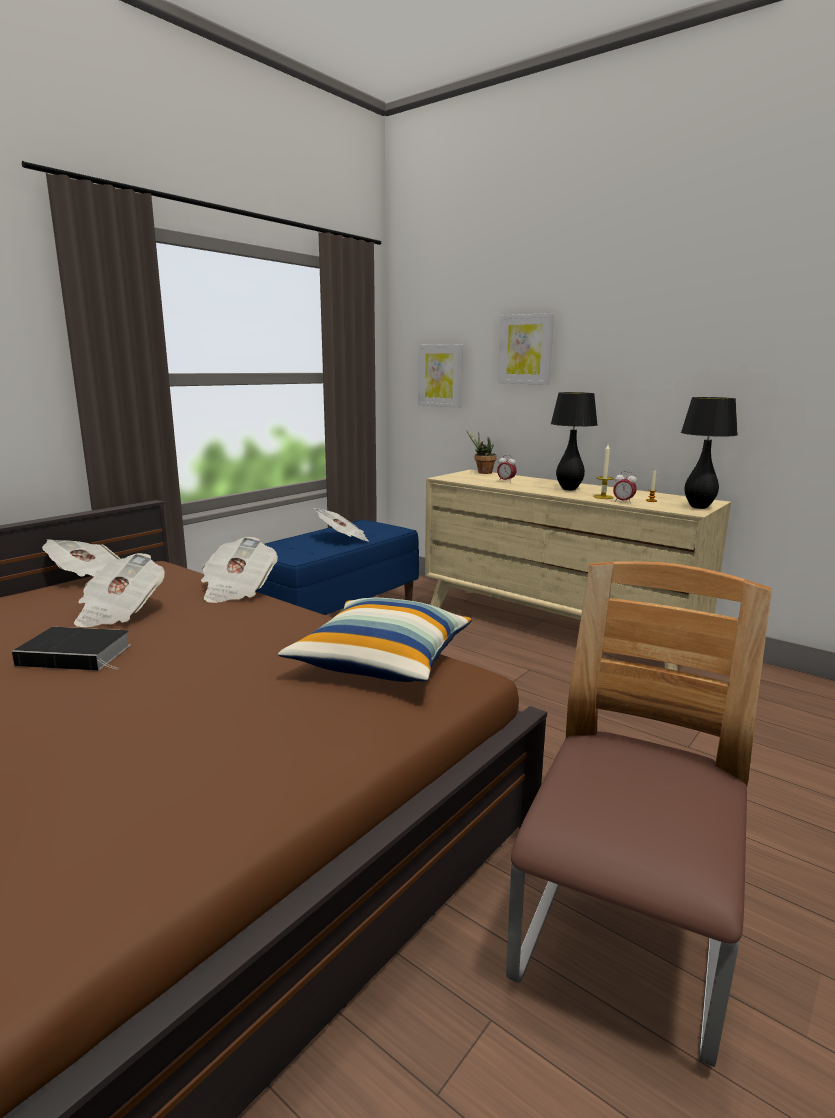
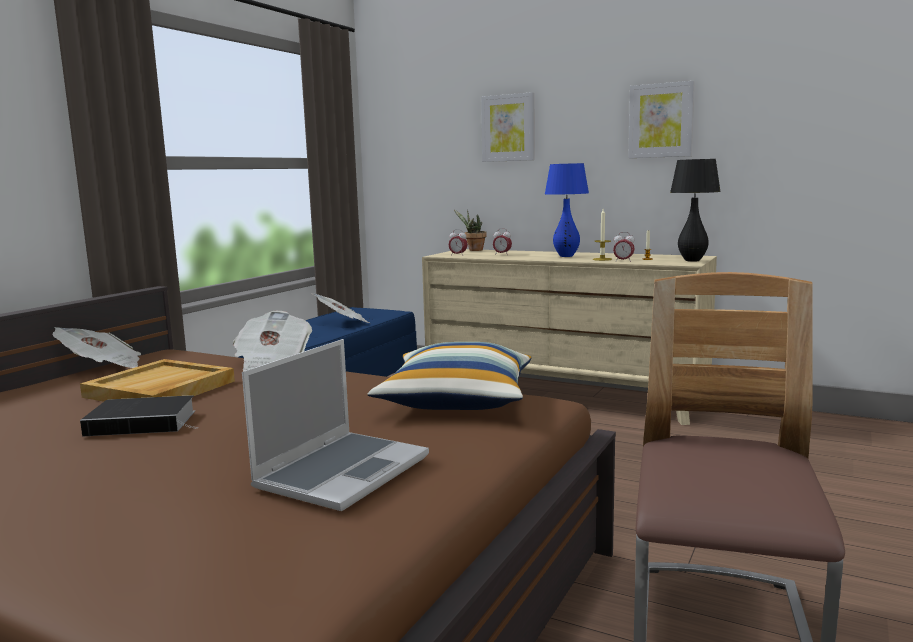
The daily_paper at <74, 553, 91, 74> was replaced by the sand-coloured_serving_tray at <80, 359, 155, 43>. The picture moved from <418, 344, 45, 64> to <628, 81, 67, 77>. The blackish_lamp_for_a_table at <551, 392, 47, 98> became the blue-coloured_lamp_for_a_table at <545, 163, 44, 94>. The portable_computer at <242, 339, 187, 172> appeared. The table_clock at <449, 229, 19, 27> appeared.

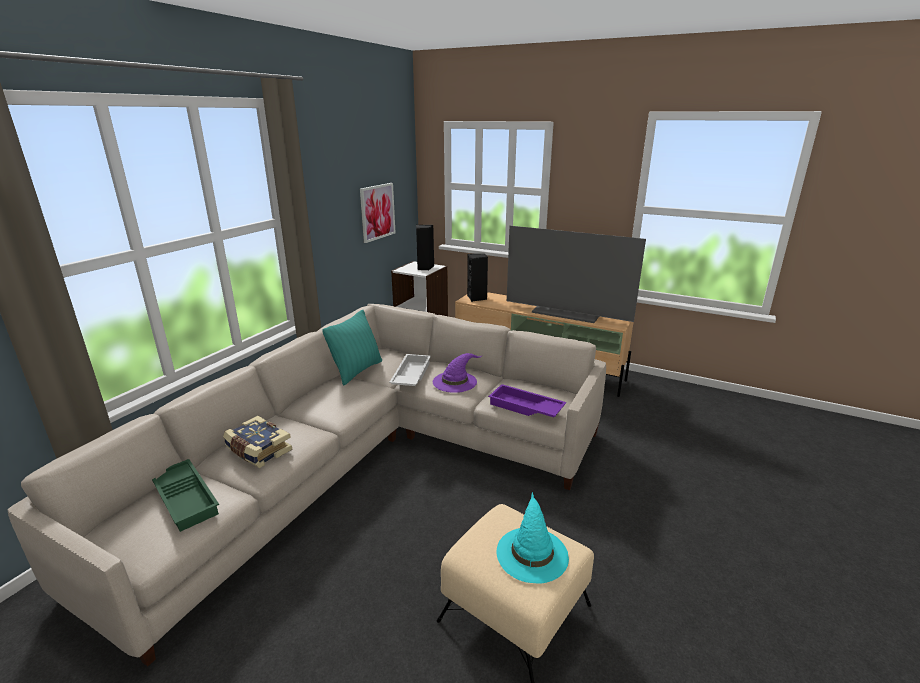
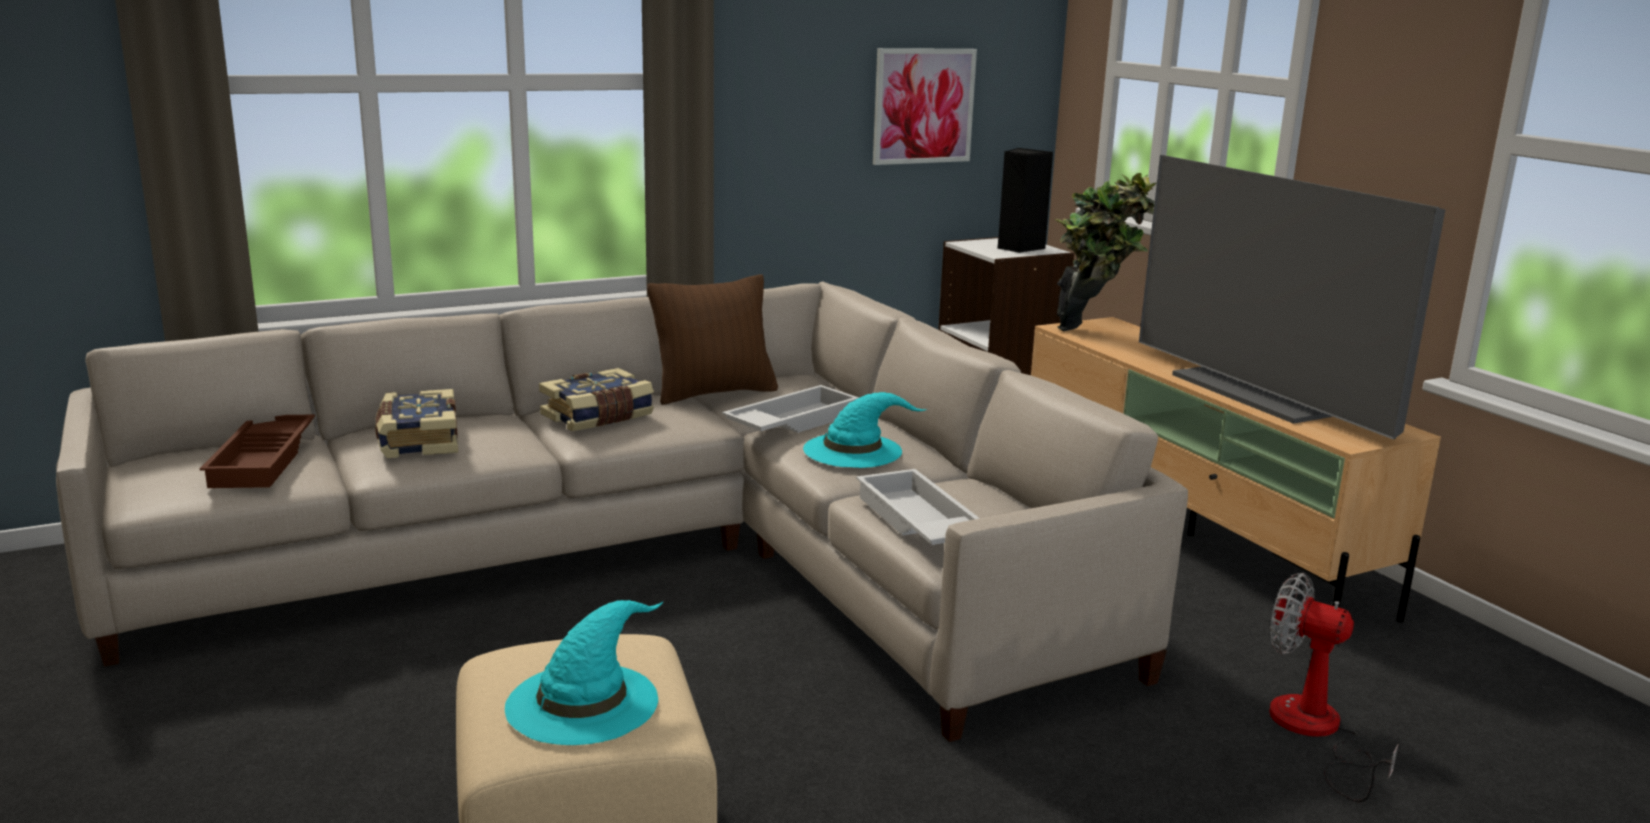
The greenish_serving_tray at <152, 459, 67, 73> became the brown-coloured_serving_tray at <200, 415, 115, 73>. The turquoise_throw_pillow at <322, 310, 60, 75> became the brown-coloured_throw_pillow at <647, 275, 131, 130>. The purplish_wearable_hat at <433, 353, 49, 40> became the turquoise_wearable_hat at <803, 392, 124, 76>. The blackish_speaker at <467, 254, 21, 48> was replaced by the potted_plant at <1055, 173, 102, 158>. The purplish_serving_tray at <488, 384, 78, 33> became the white_serving_tray at <856, 469, 124, 76>. The volume at <539, 368, 115, 63> appeared. The fan at <1269, 573, 129, 229> appeared.

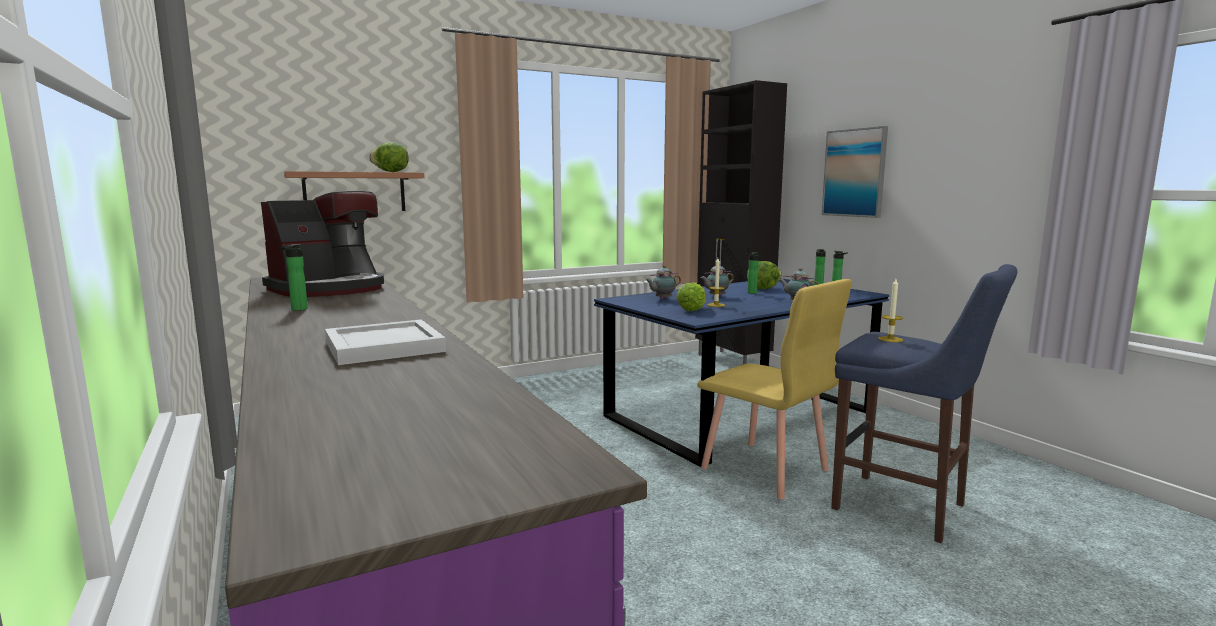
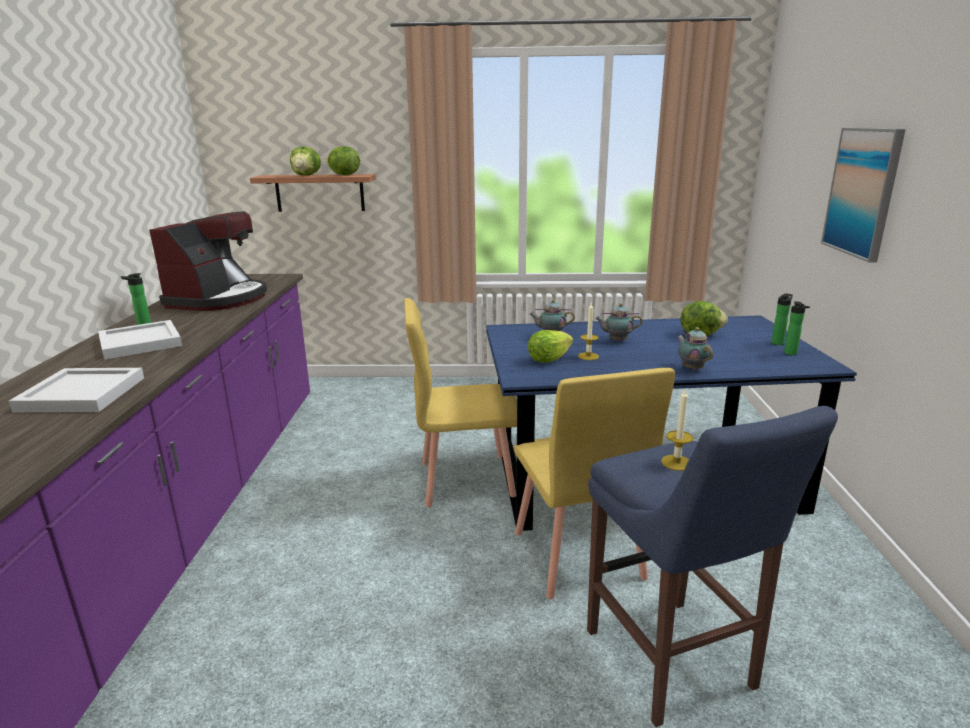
The coffee_brewer at <261, 191, 123, 106> turned 60 degrees counterclockwise. The blackish_cupboard at <695, 80, 92, 284> disappeared. The bottle at <746, 252, 13, 42> disappeared. The white_serving_tray at <98, 320, 84, 40> appeared. The head_of_lettuce at <290, 147, 31, 29> appeared. The yellow-coloured_chair at <404, 298, 113, 210> appeared.

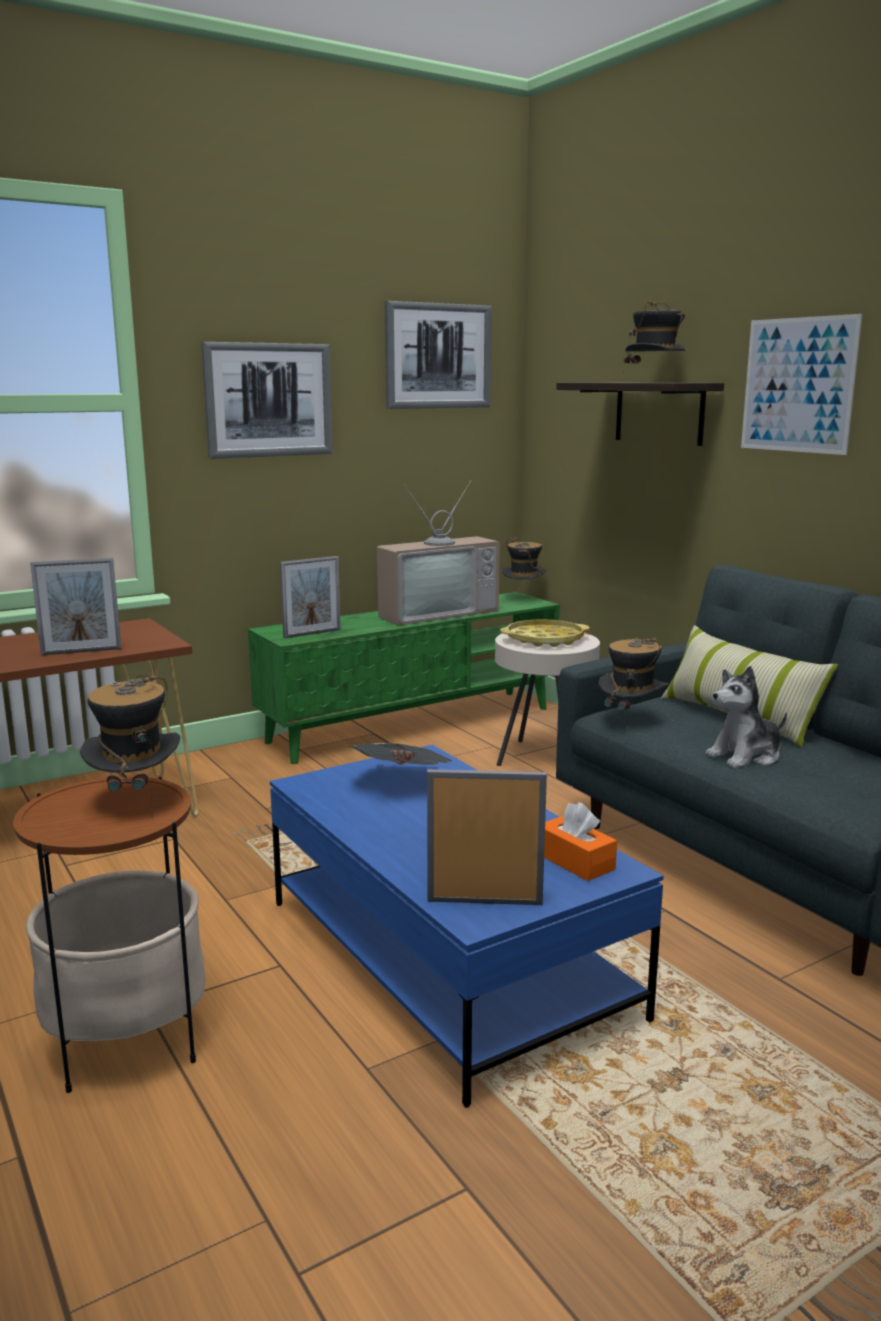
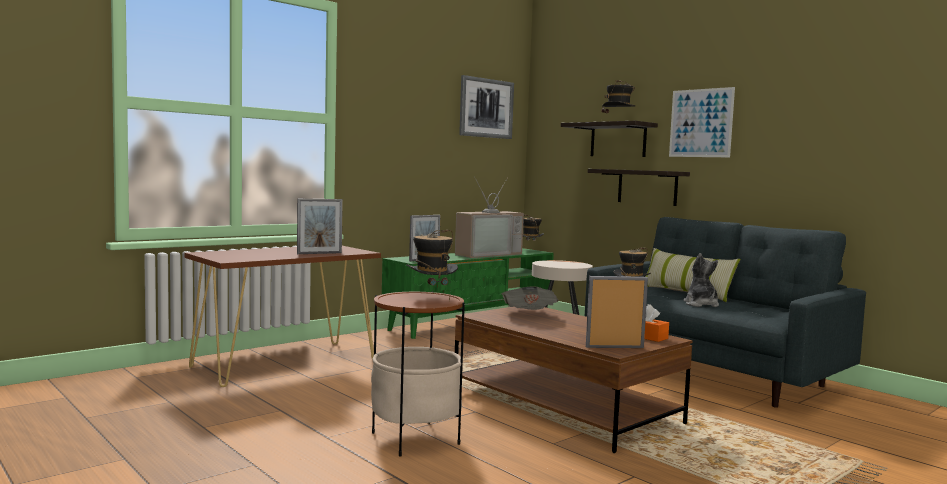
The picture at <201, 342, 132, 117> disappeared. The blue-coloured_low_table at <270, 745, 394, 363> became the brown-coloured_low_table at <455, 307, 238, 146>. The yellow-coloured_serving_tray at <500, 619, 90, 28> disappeared. The plush_toy at <706, 666, 81, 102> turned 120 degrees clockwise. The wall_shelf at <588, 169, 102, 37> appeared.

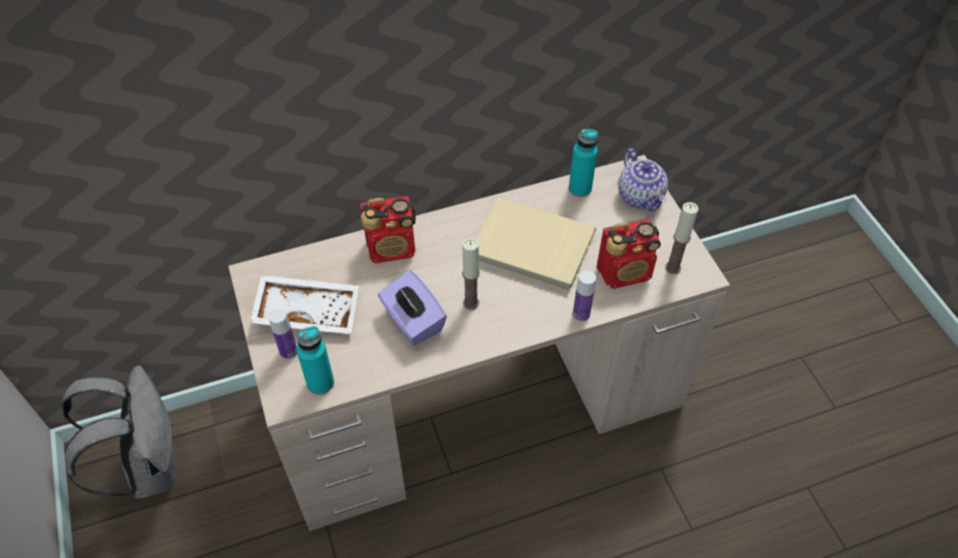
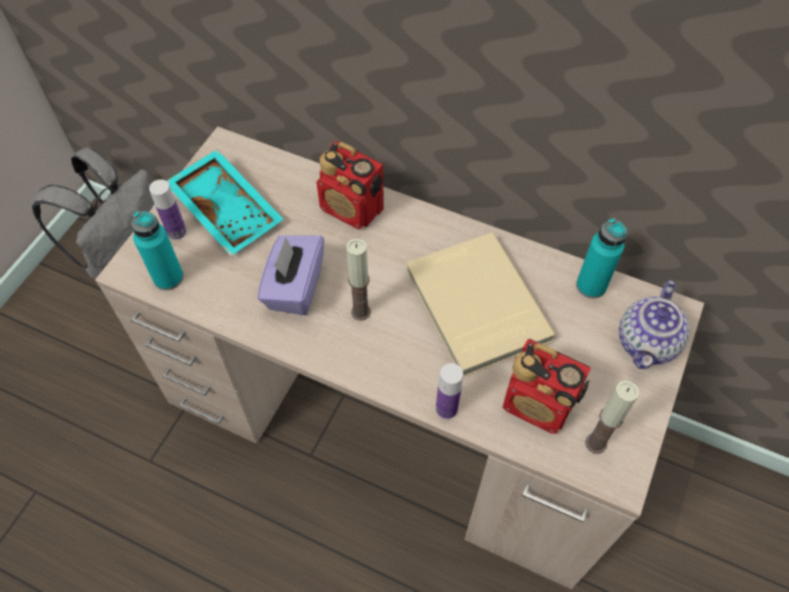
The white_serving_tray at <250, 275, 109, 59> became the turquoise_serving_tray at <167, 149, 116, 107>.

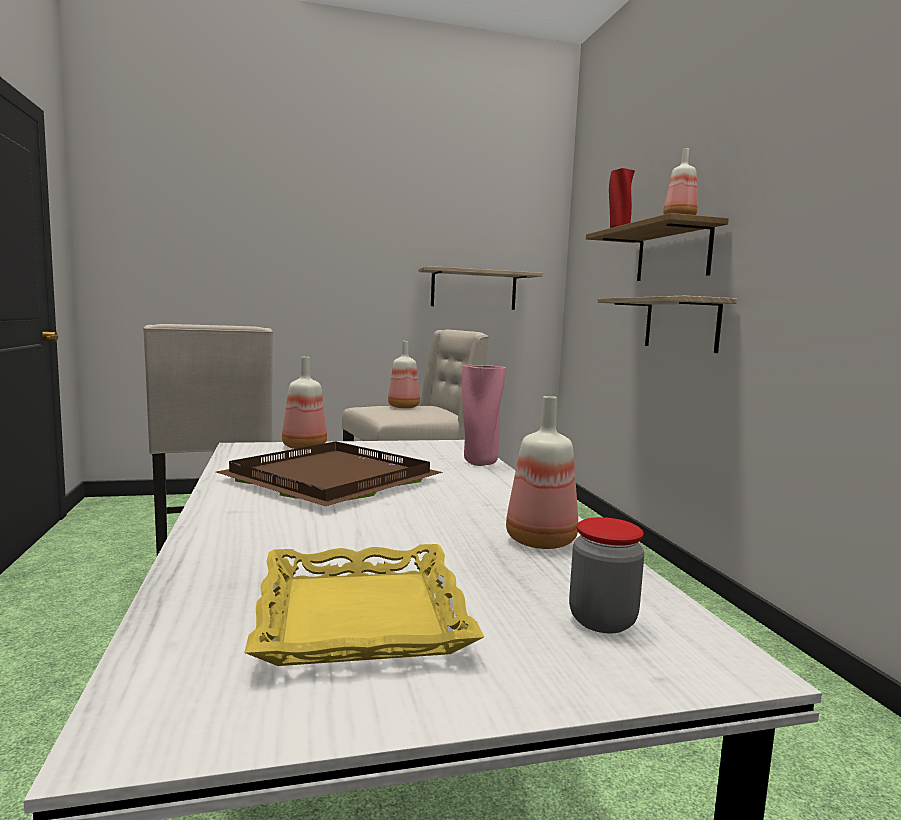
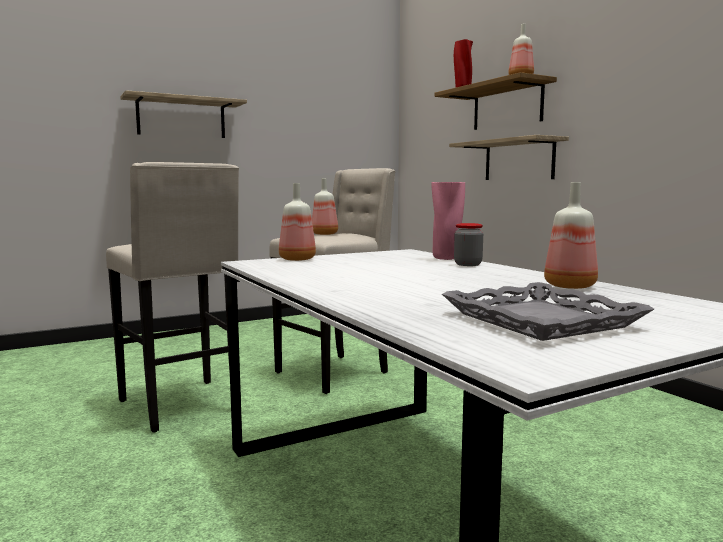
The brown-coloured_serving_tray at <216, 441, 227, 65> disappeared. The yellow-coloured_serving_tray at <244, 544, 240, 122> became the gray_serving_tray at <442, 282, 212, 59>. The wall_shelf moved from <418, 266, 125, 44> to <120, 90, 127, 48>. The storage_jar moved from <569, 517, 75, 116> to <454, 223, 29, 43>.

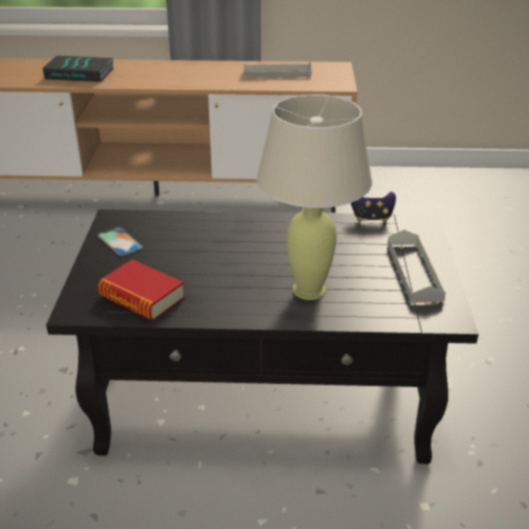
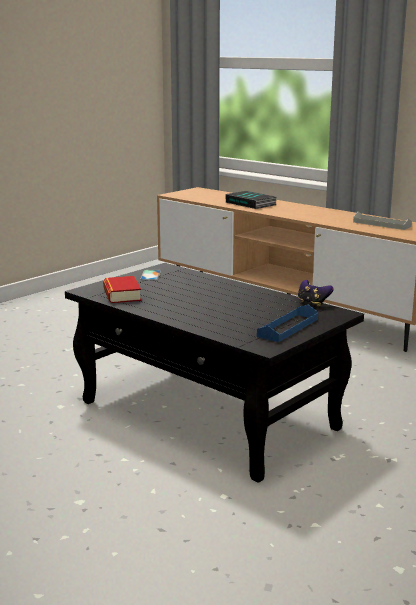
The sand-coloured_lamp_for_a_table at <257, 94, 115, 206> disappeared. The gray_serving_tray at <388, 230, 58, 73> became the blue-coloured_serving_tray at <257, 305, 61, 37>.

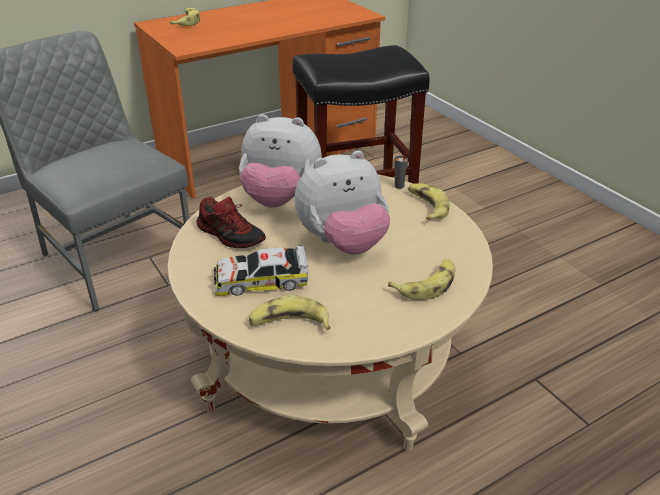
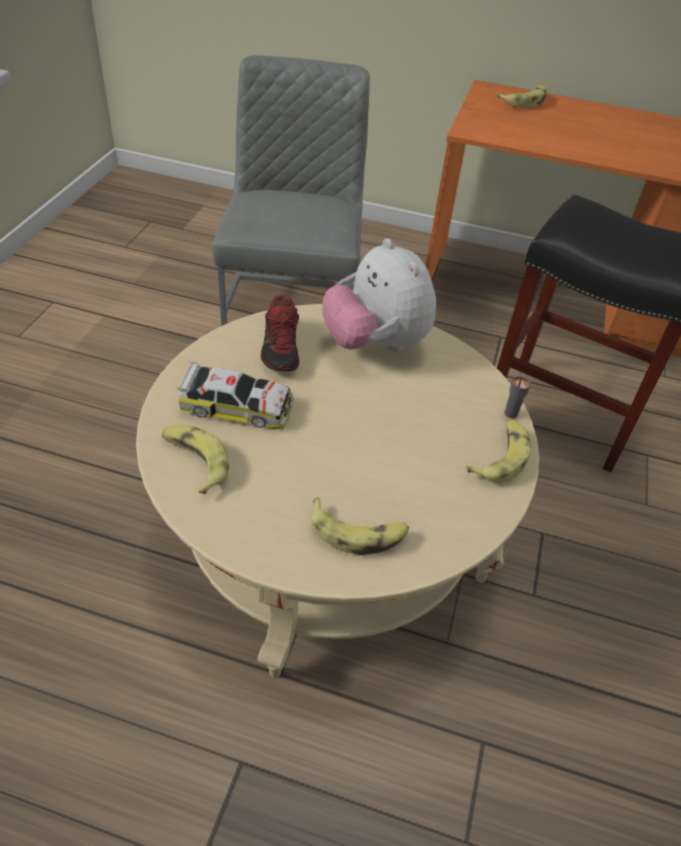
The model_car at <214, 245, 95, 51> turned 150 degrees clockwise. The plush_toy at <295, 151, 95, 104> disappeared.

